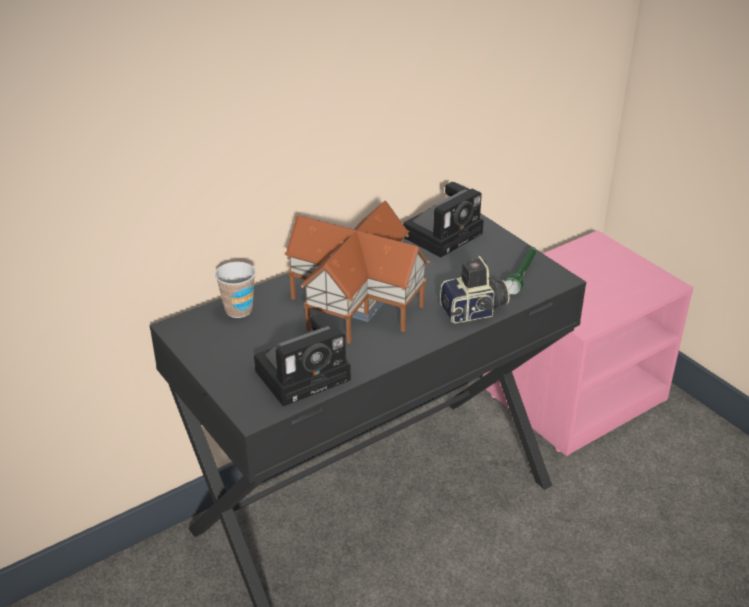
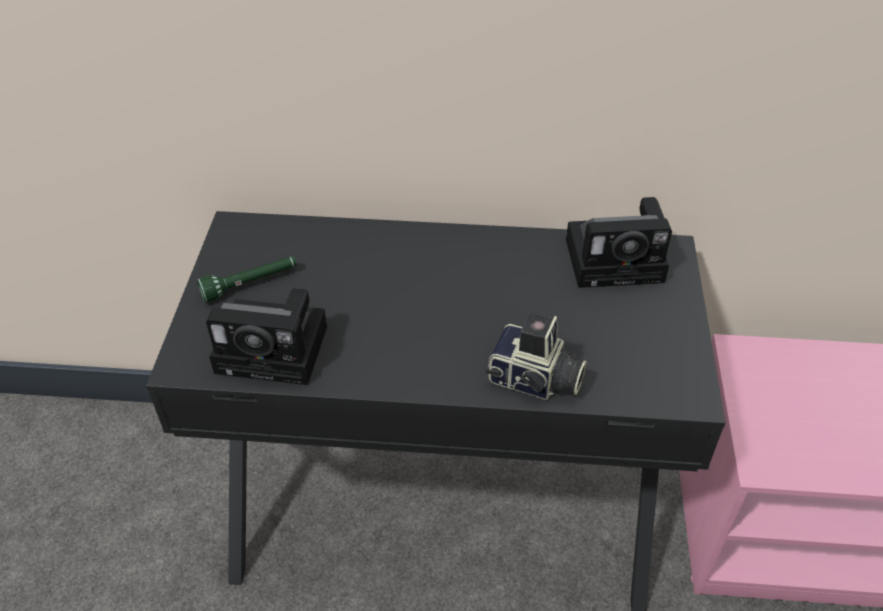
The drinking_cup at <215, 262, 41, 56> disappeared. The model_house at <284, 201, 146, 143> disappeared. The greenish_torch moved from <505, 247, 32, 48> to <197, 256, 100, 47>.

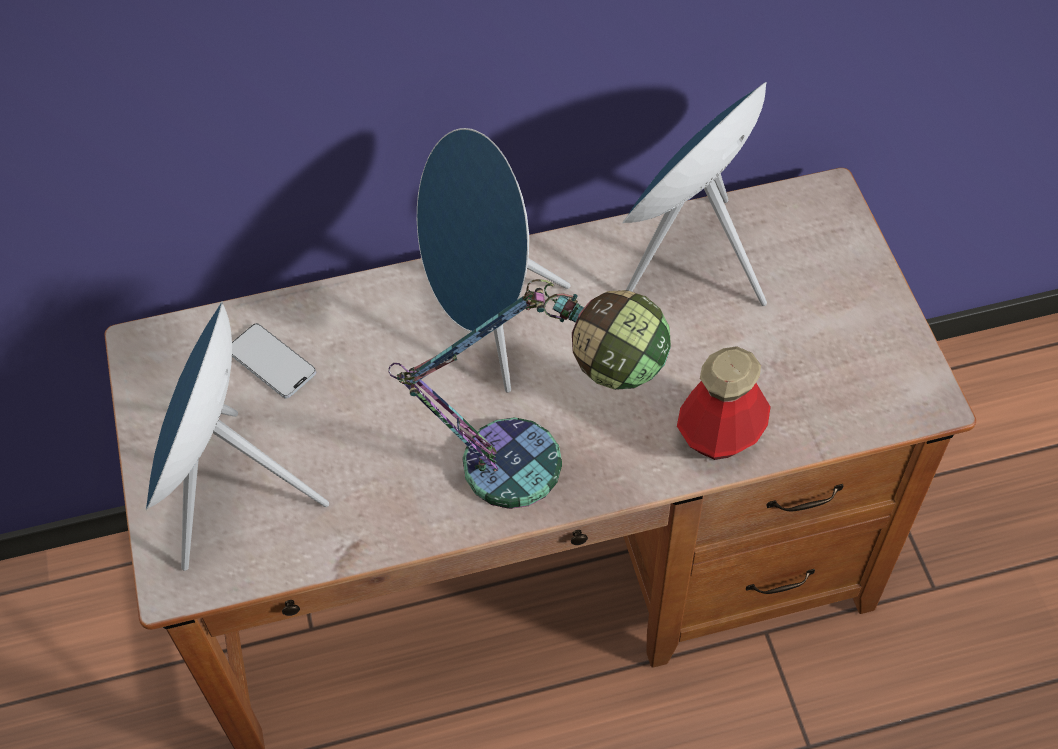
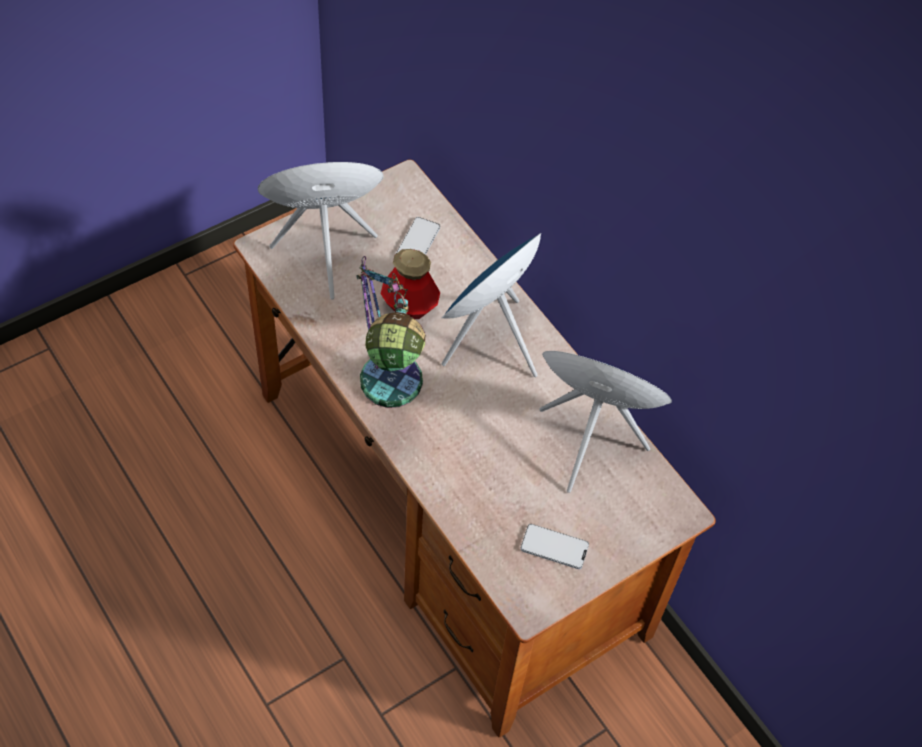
The bottle moved from <677, 346, 94, 114> to <381, 249, 59, 70>. The telephone at <520, 524, 69, 45> appeared.

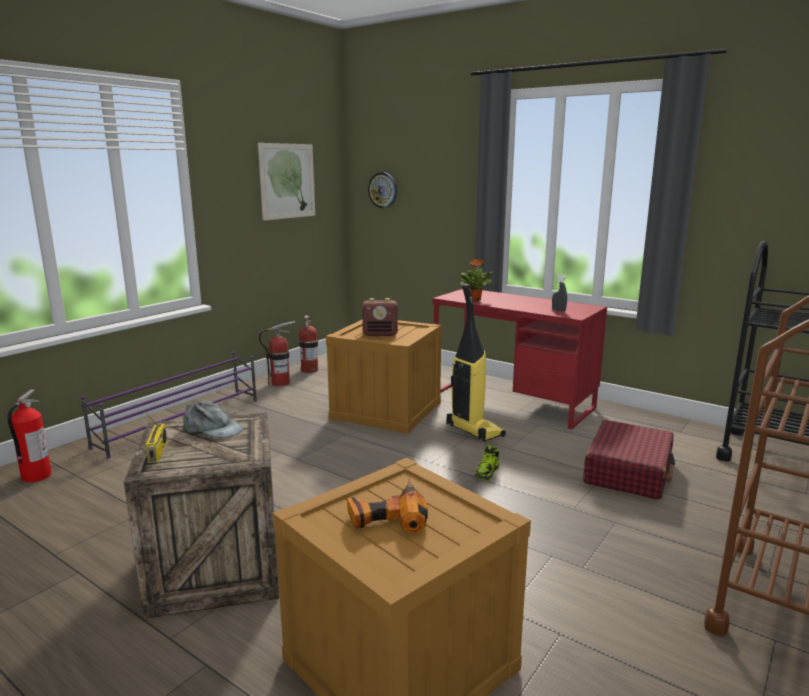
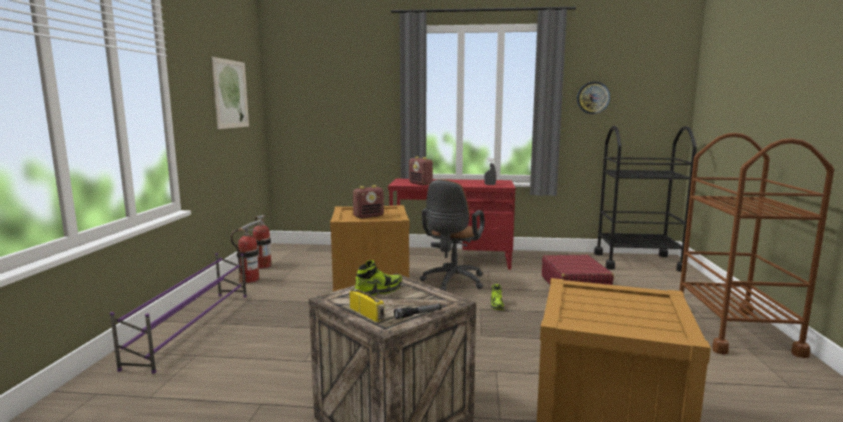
The fire_extinguisher at <7, 389, 45, 94> disappeared. The gray_baseball_cap at <183, 401, 61, 37> was replaced by the shoe at <354, 260, 48, 36>. The drill at <347, 479, 81, 54> disappeared. The clock_on_the_wall moved from <368, 172, 29, 36> to <577, 82, 33, 32>. The vacuum_cleaner at <447, 284, 59, 158> was replaced by the brown-coloured_office_chair at <420, 179, 65, 112>. The potted_plant at <460, 259, 33, 42> was replaced by the radio at <409, 156, 25, 29>. The torch at <394, 304, 47, 15> appeared.

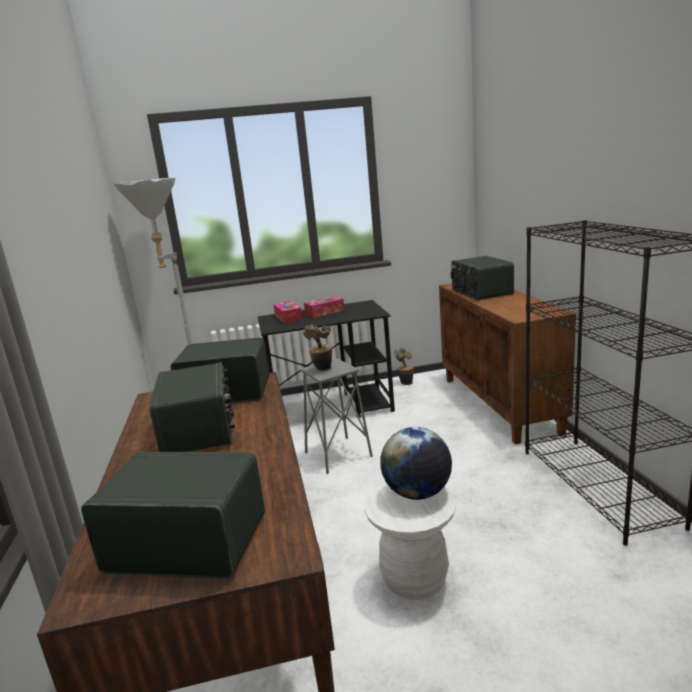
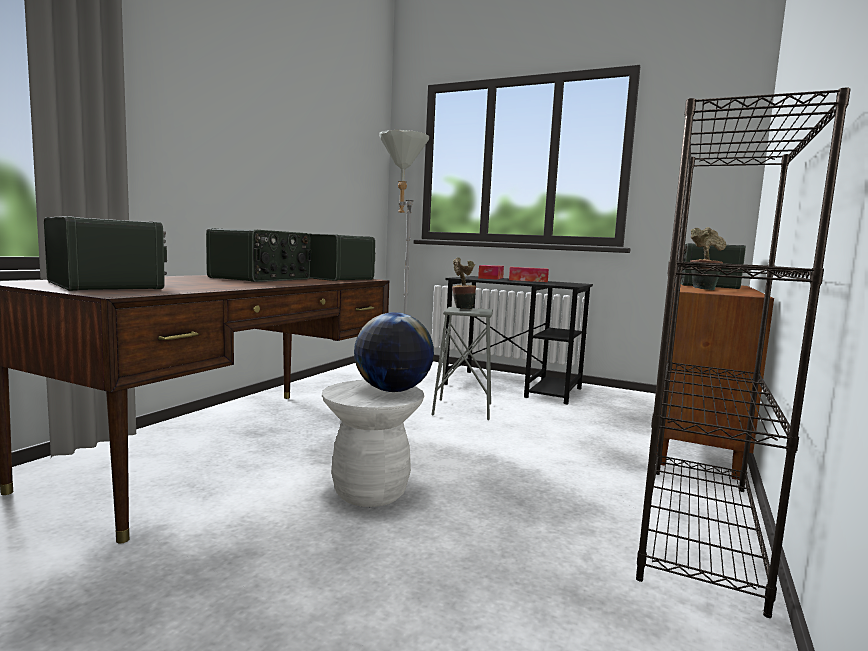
The potted_plant moved from <394, 348, 20, 37> to <690, 227, 36, 63>.

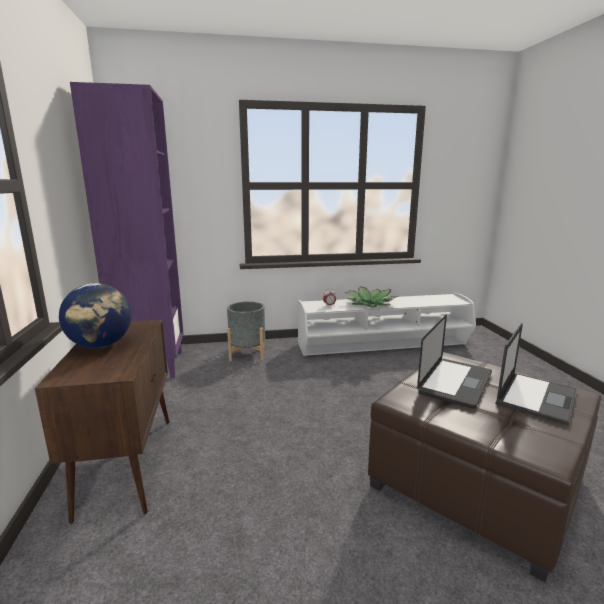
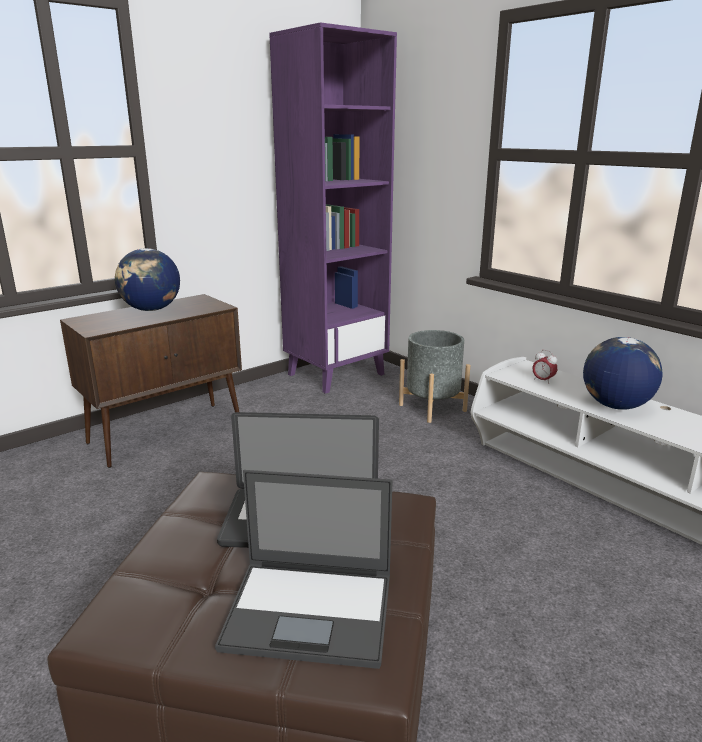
The potted_plant at <344, 287, 55, 21> was replaced by the desk_globe at <583, 337, 79, 73>.

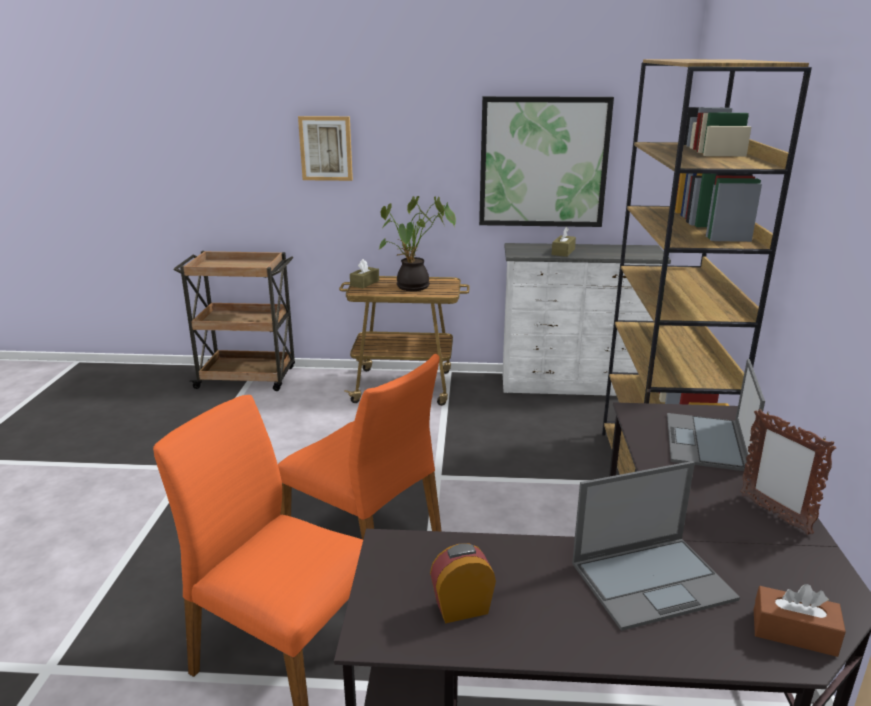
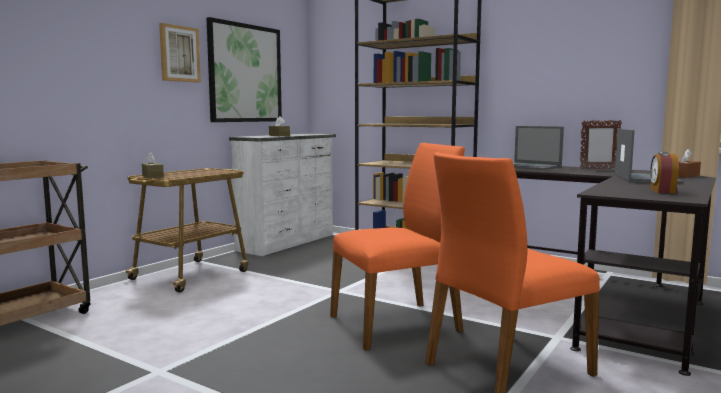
The picture moved from <298, 116, 55, 65> to <159, 23, 42, 59>. The potted_plant at <379, 196, 77, 95> disappeared.

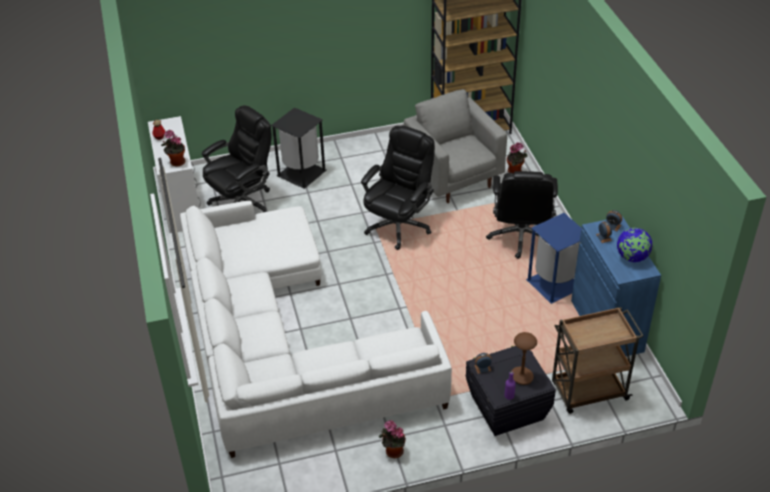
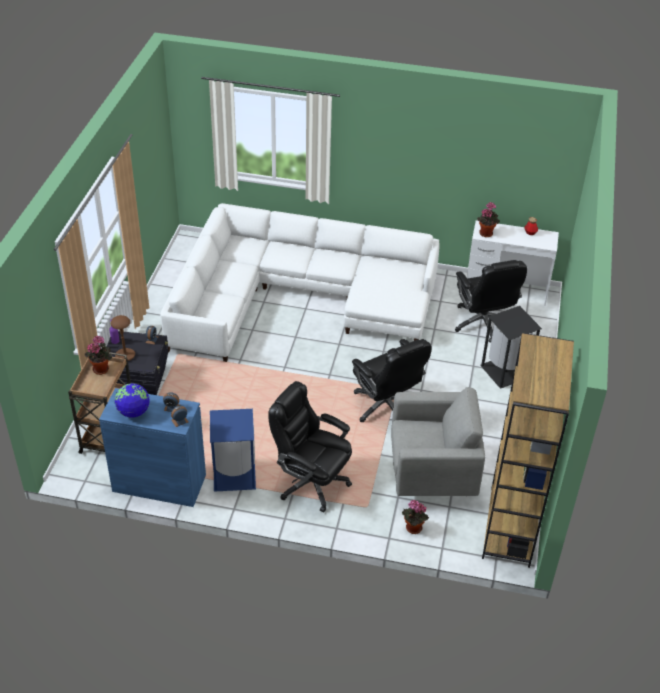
The potted_plant moved from <379, 420, 27, 38> to <85, 336, 27, 39>.

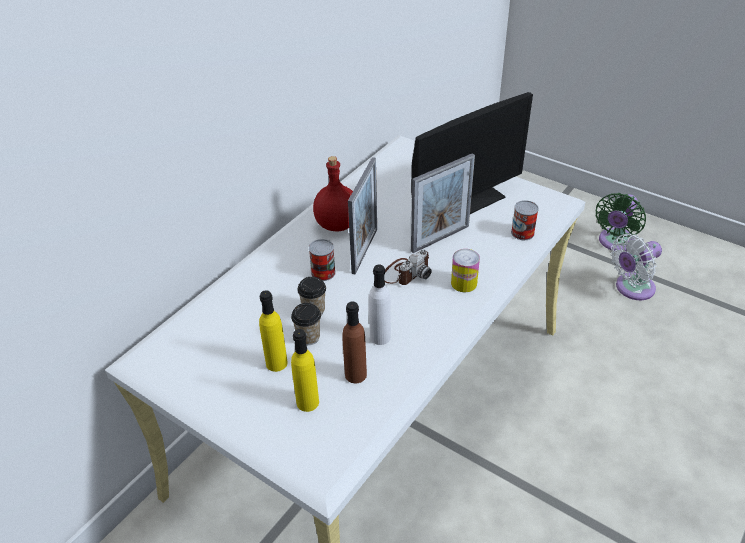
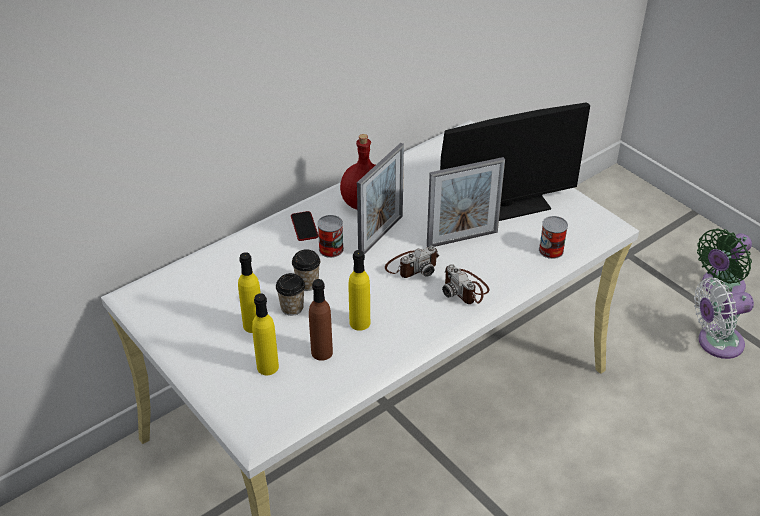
The white_bottle at <369, 264, 22, 81> became the yellow-coloured_bottle at <349, 250, 21, 81>. The sealed_can at <451, 249, 29, 43> was replaced by the still_camera at <442, 264, 48, 40>. The telephone at <291, 211, 27, 30> appeared.

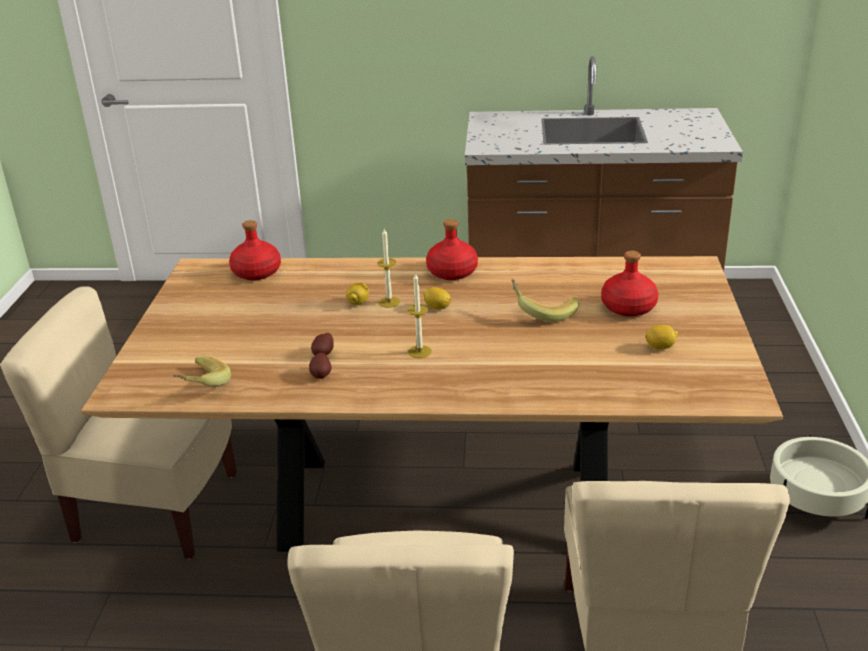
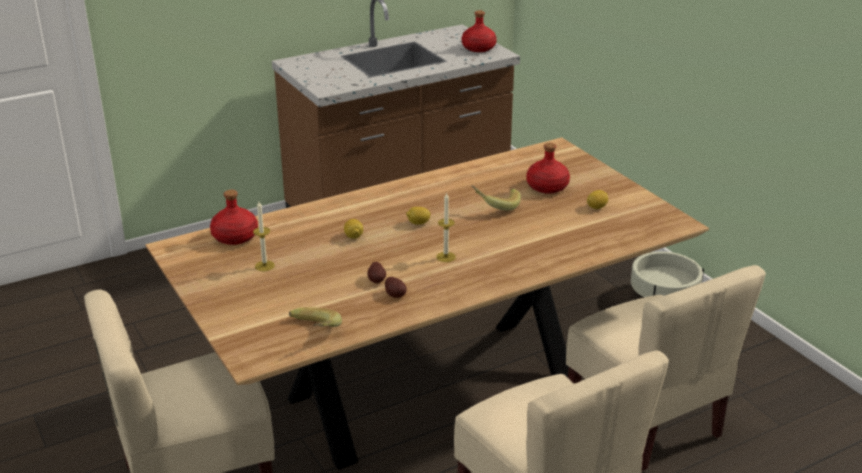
The wax_candle moved from <377, 229, 23, 79> to <253, 202, 22, 69>. The red-coloured_bottle moved from <426, 219, 52, 61> to <462, 10, 35, 42>.

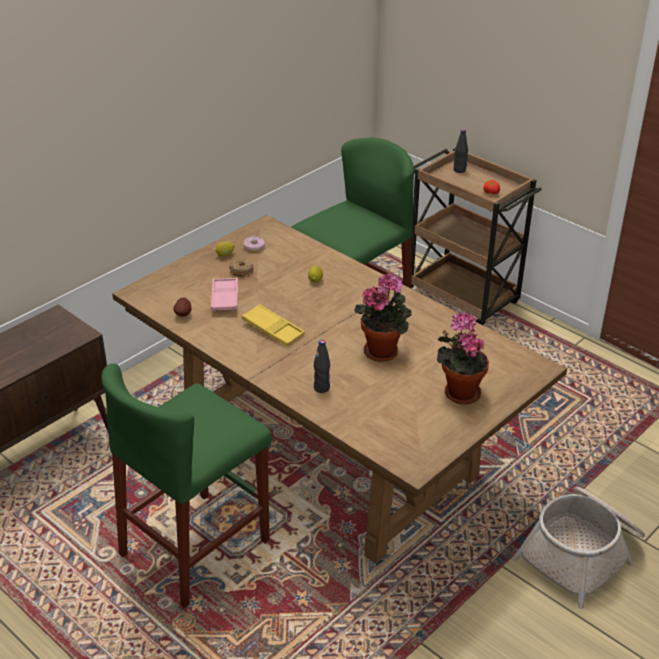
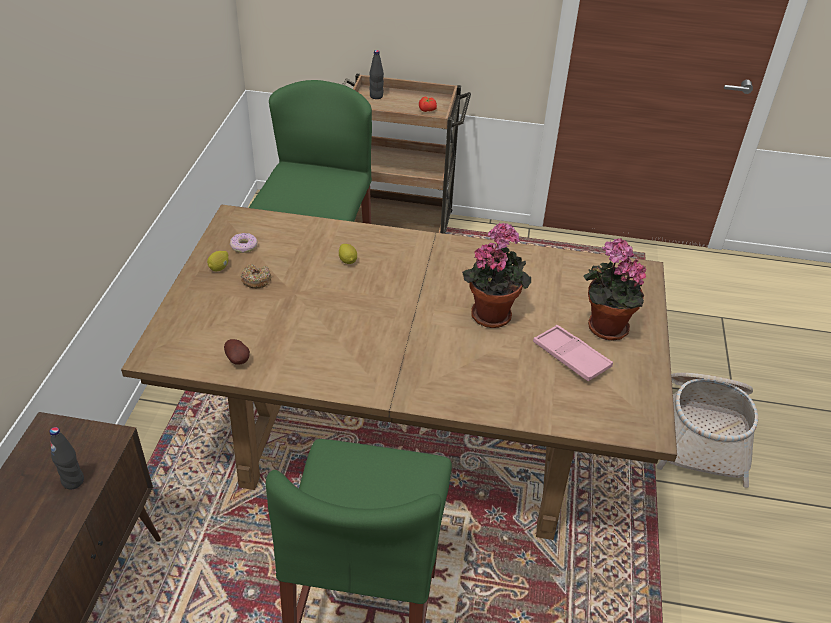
The pinkish_serving_tray moved from <211, 277, 27, 35> to <533, 325, 80, 56>. The yellow-coloured_serving_tray at <242, 304, 62, 43> disappeared. The blackish_bottle moved from <314, 340, 16, 53> to <49, 427, 35, 62>.

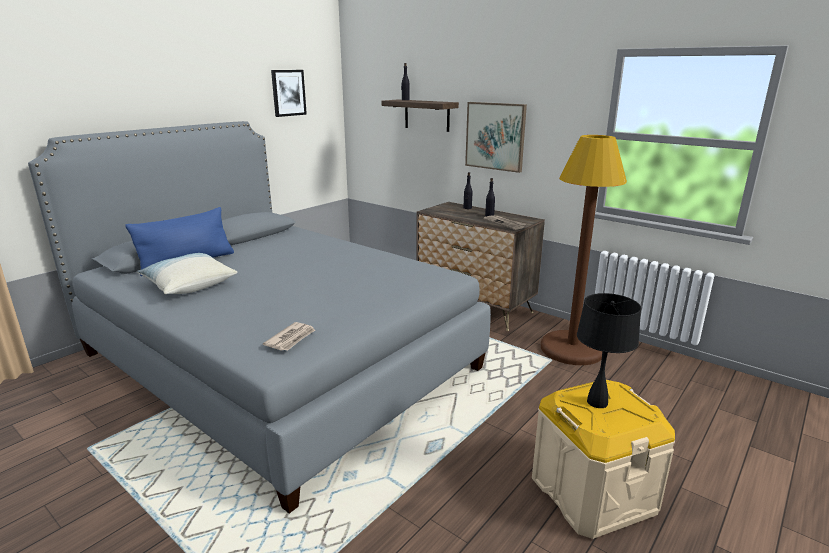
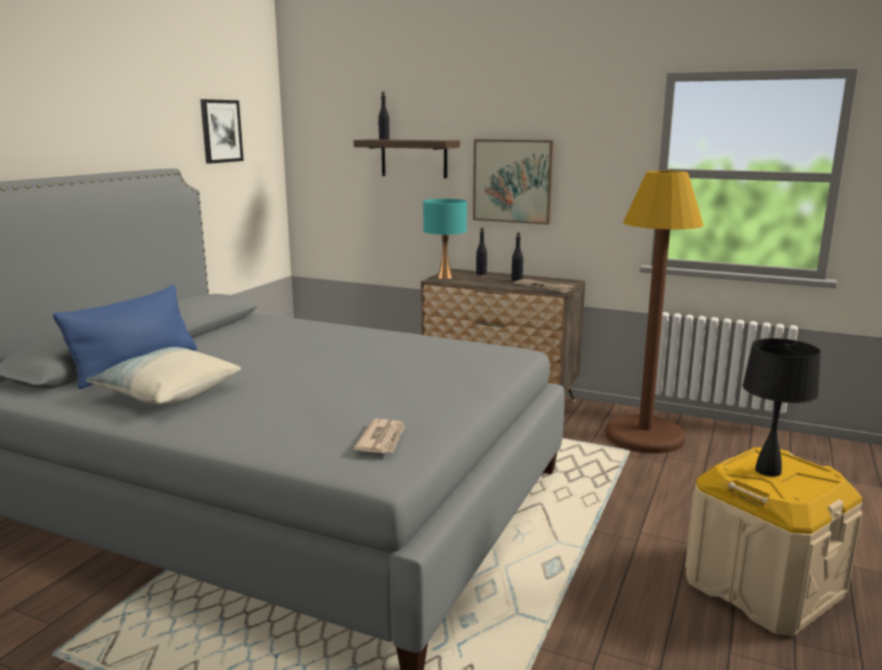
The turquoise_lamp_for_a_table at <423, 199, 44, 80> appeared.

